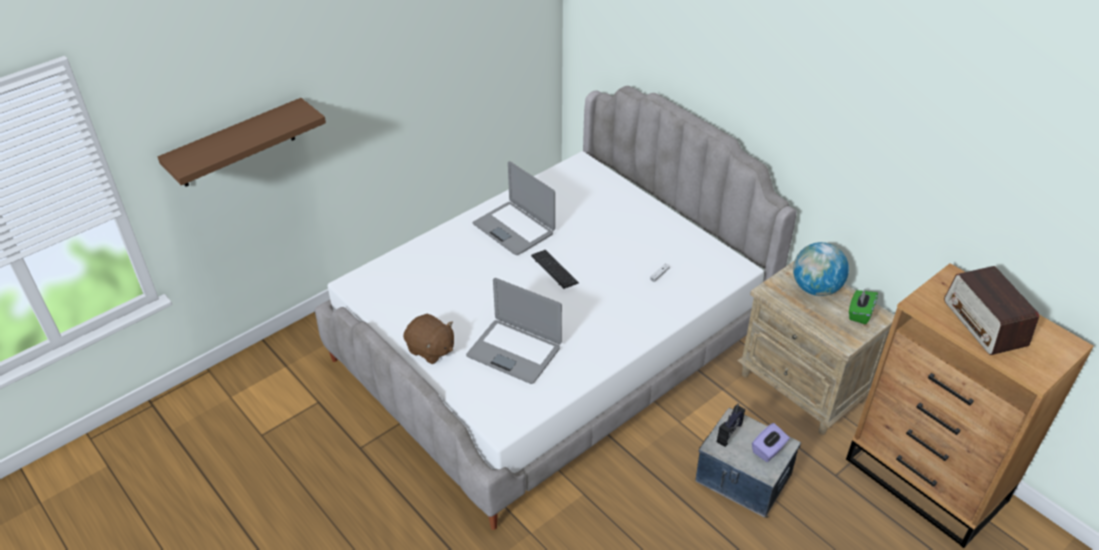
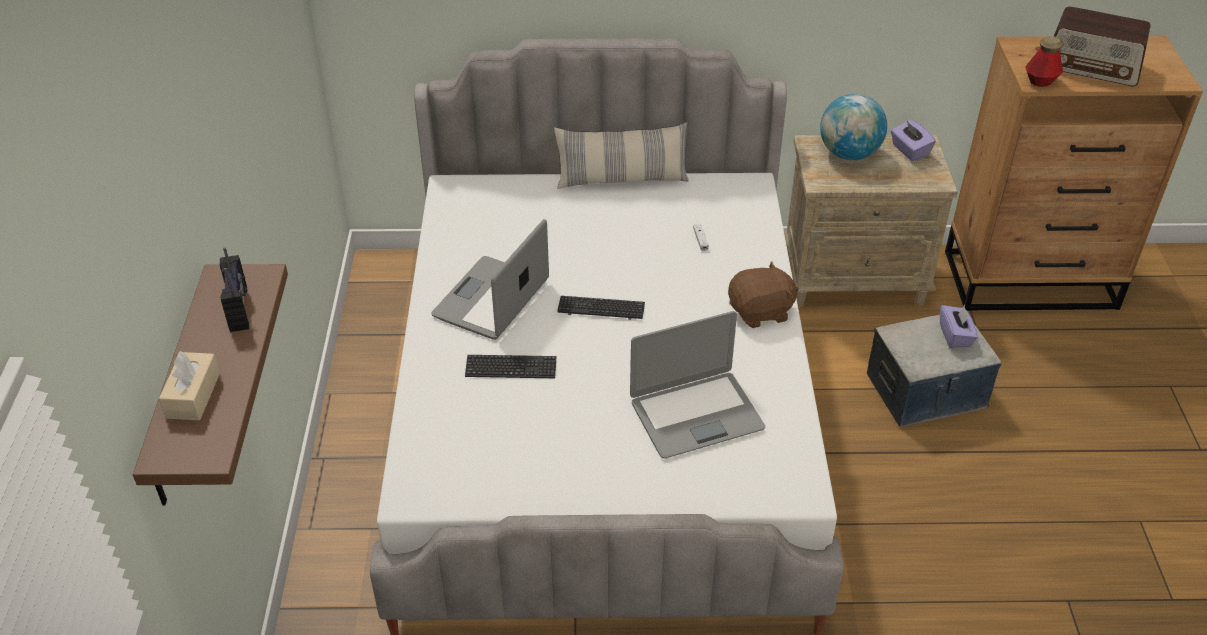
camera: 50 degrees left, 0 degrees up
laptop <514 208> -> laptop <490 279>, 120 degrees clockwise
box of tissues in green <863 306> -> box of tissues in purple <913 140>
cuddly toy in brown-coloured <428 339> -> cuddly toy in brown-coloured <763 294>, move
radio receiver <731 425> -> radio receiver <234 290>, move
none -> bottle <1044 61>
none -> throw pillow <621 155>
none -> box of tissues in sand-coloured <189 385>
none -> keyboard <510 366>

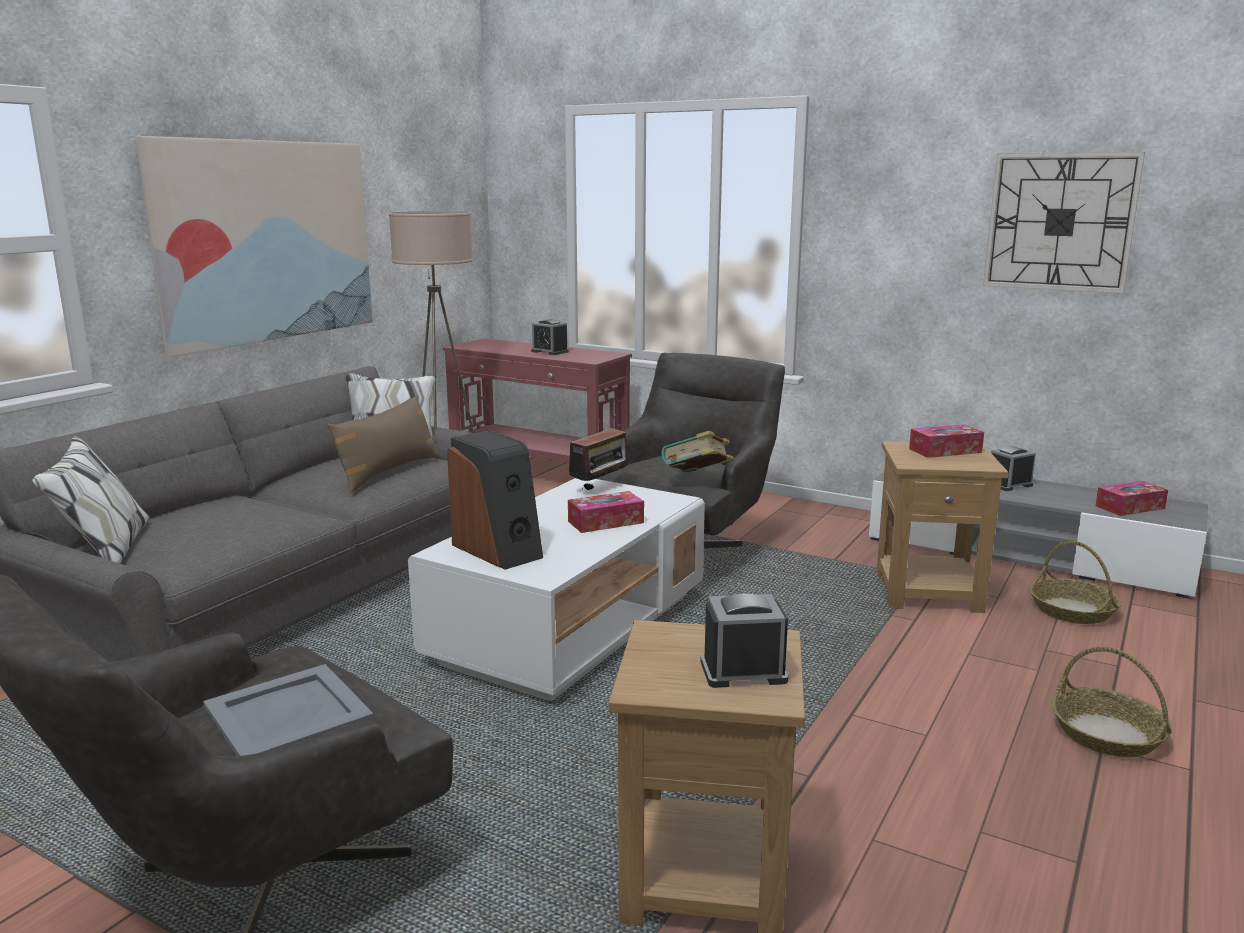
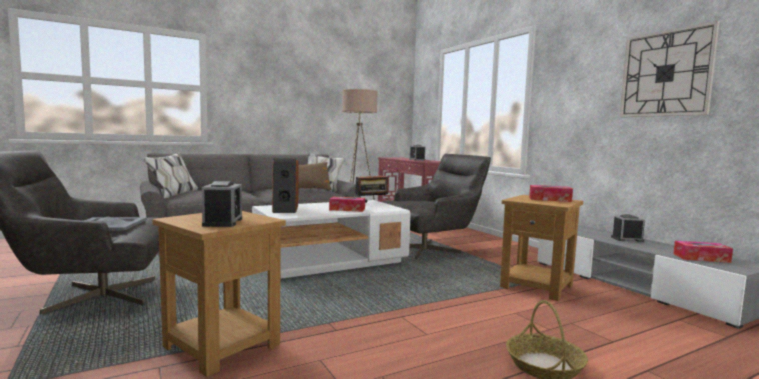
camera: 30 degrees right, 10 degrees down
wall picture <254 246> -> none
bound book <698 451> -> none
basket <1075 582> -> none
bedside clock <744 641> -> bedside clock <222 204>, 60 degrees clockwise

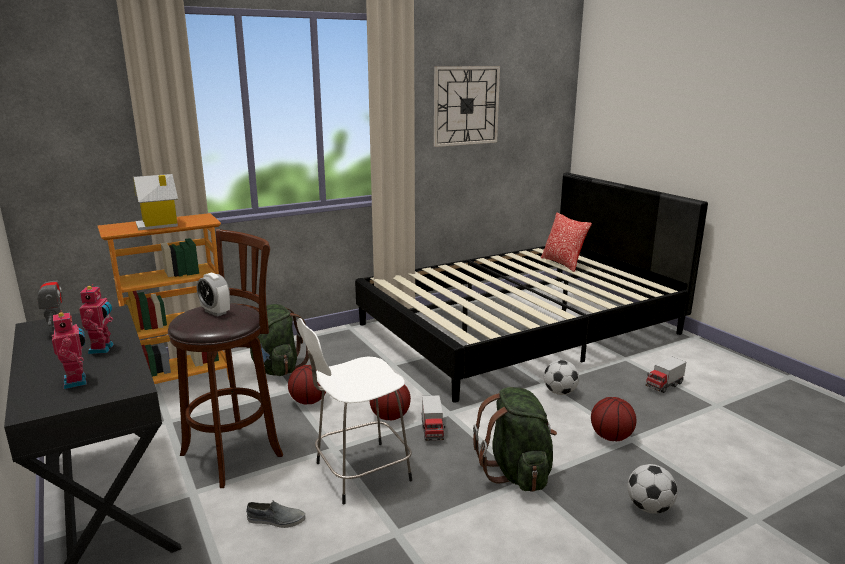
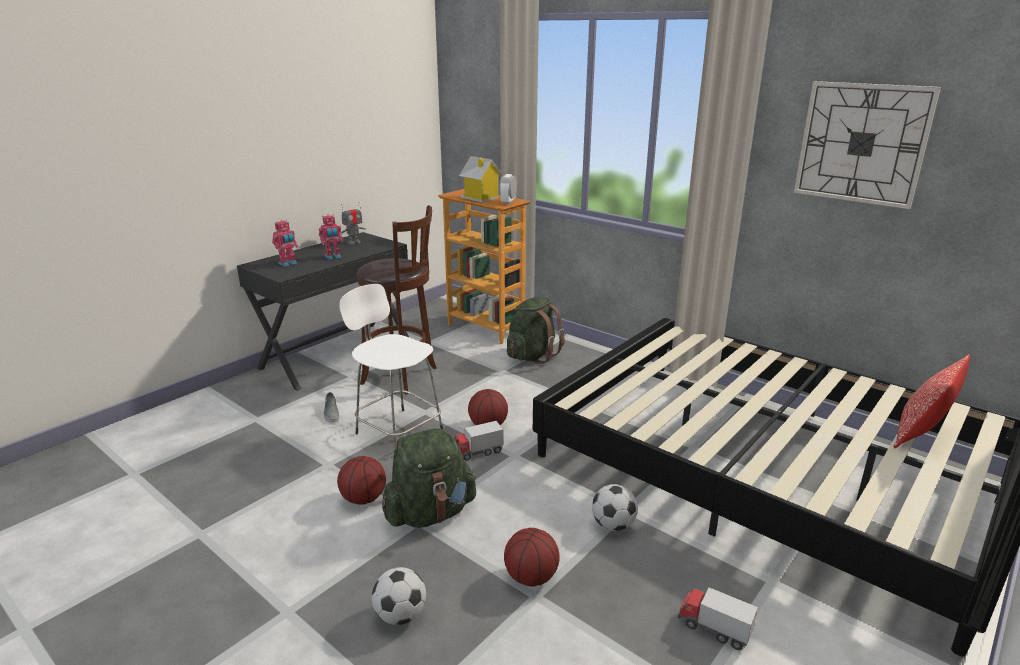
camera: 70 degrees right, 5 degrees up
bedside clock <213 295> -> bedside clock <508 189>, move
basketball ball <307 385> -> basketball ball <361 480>, move

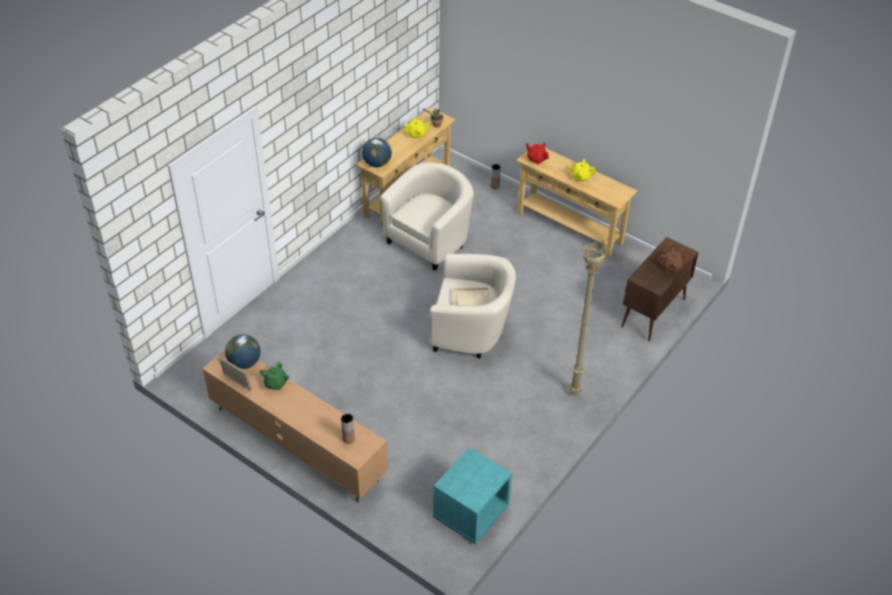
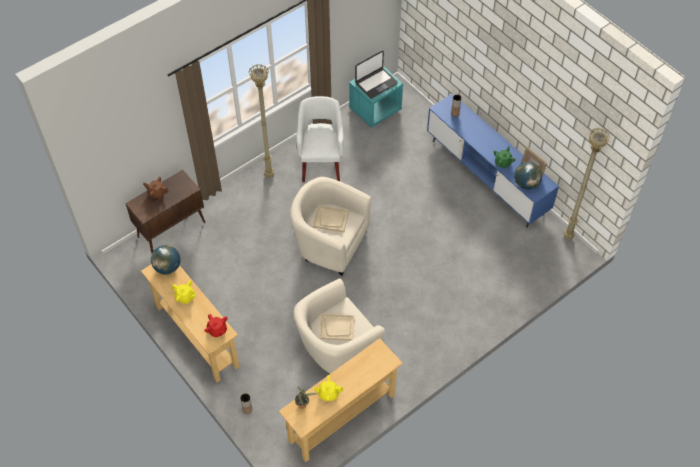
camera: 165 degrees left, 10 degrees up
globe <377 152> -> globe <166 259>, move
tv unit in brown-coloured <295 426> -> tv unit in bluish <493 160>
none -> laptop <376 74>
none -> lounge chair in white-coloured <320 139>
none -> standing lamp in sand-coloured <586 184>
none -> tray in sand-coloured <337 327>

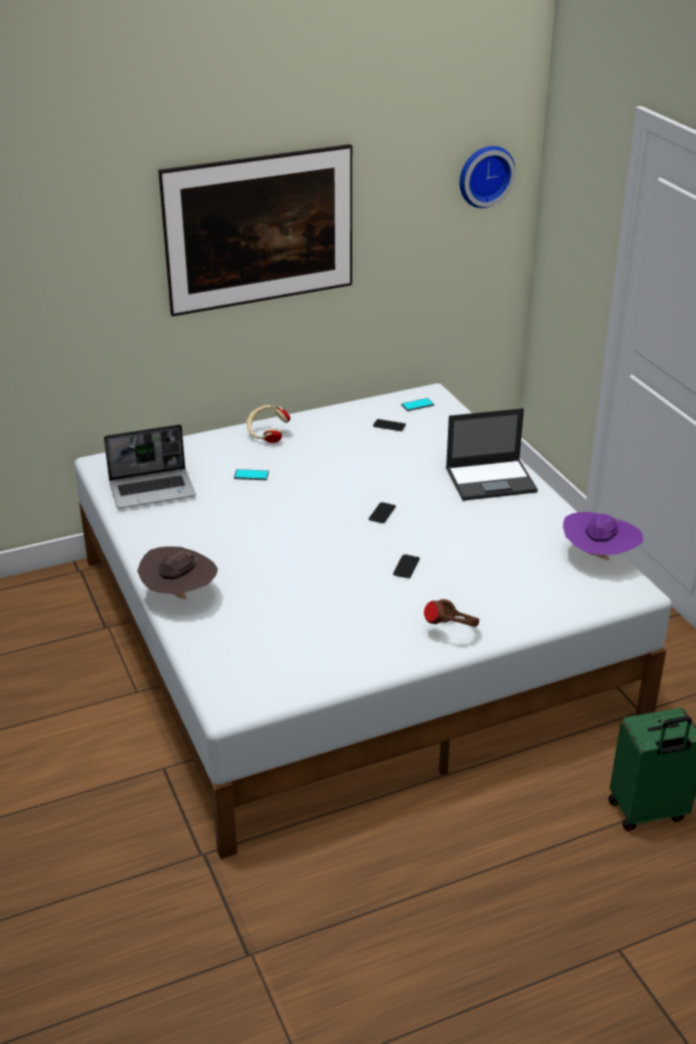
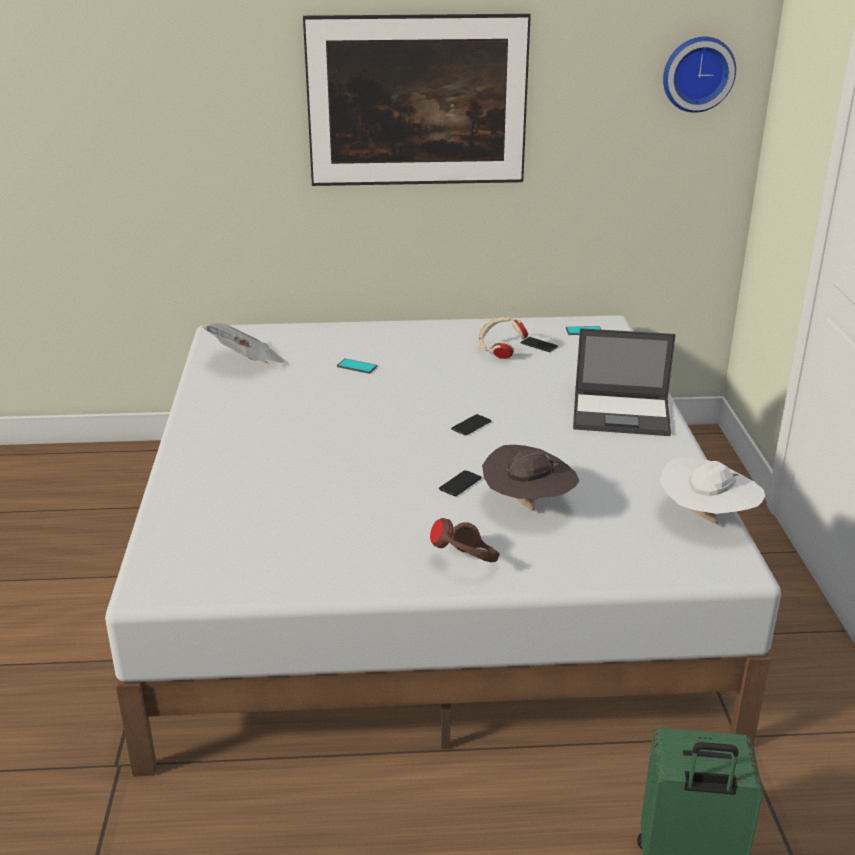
camera: 20 degrees right, 5 degrees down
pair of headphones in sand-coloured <268 424> -> pair of headphones in sand-coloured <503 338>, move
laptop <150 466> -> newspaper <245 343>
hat in purple <603 536> -> hat in white-coloured <712 491>
hat in brown-coloured <177 572> -> hat in brown-coloured <530 478>, move

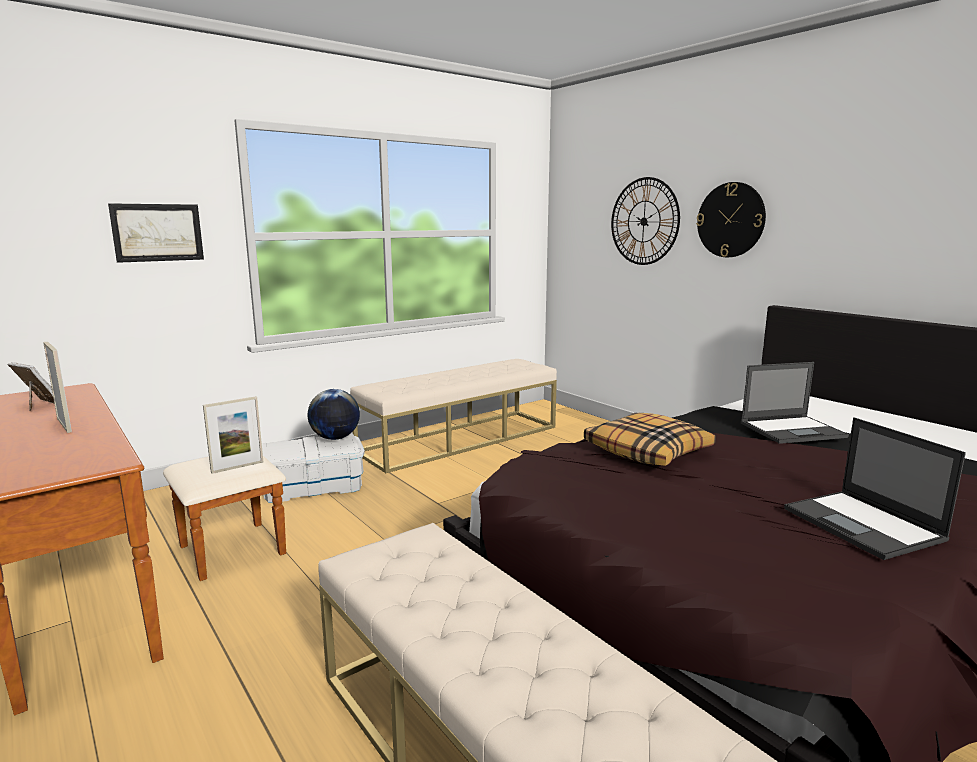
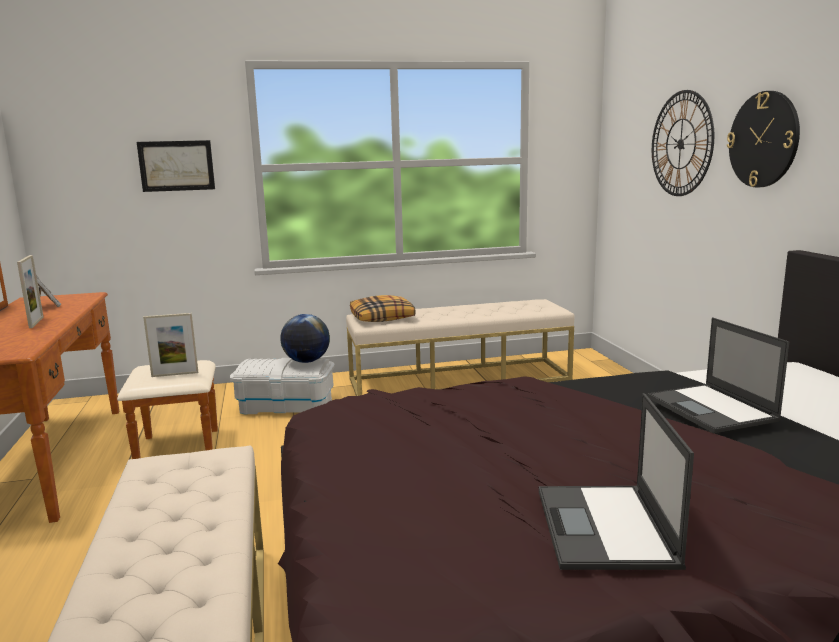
camera: 25 degrees right, 0 degrees up
laptop <795 403> -> laptop <718 375>, 60 degrees clockwise
throw pillow <650 439> -> throw pillow <383 308>, move

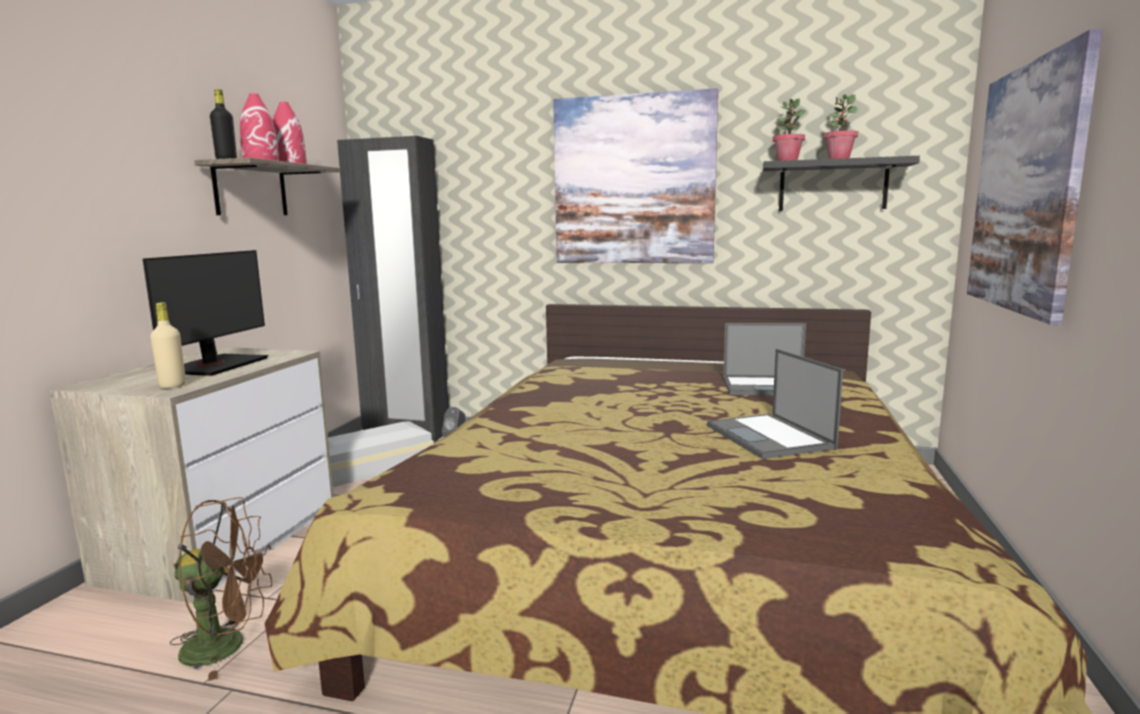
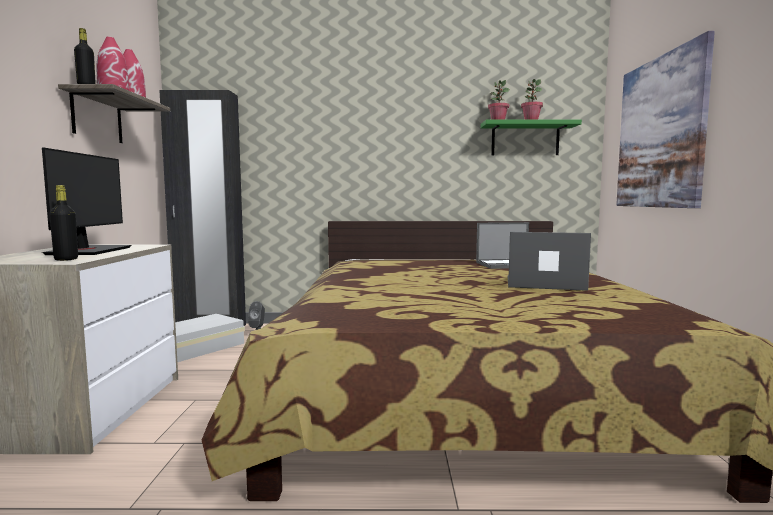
camera: 15 degrees left, 5 degrees down
wall picture <635 175> -> none
bracket shelf in black <841 183> -> bracket shelf in green <531 137>
bottle in sand-coloured <168 345> -> bottle in black <63 223>
laptop <775 404> -> laptop <549 261>, 135 degrees clockwise
fan in brown-coloured <220 589> -> none

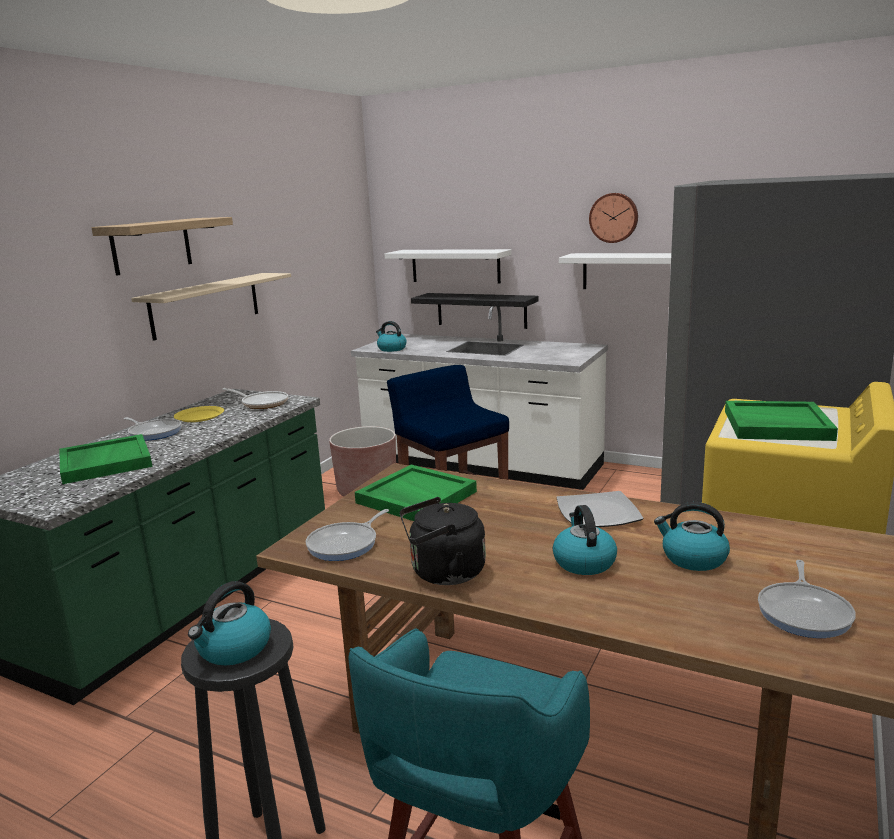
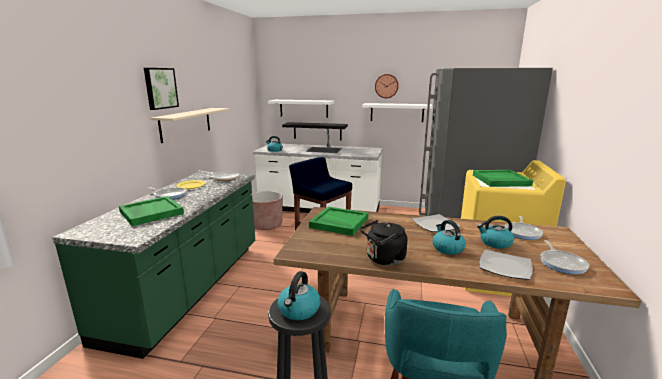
camera: 15 degrees left, 0 degrees up
bracket shelf <162 246> -> wall picture <161 89>
skillet <347 535> -> skillet <523 228>, move
none -> flat dish <506 265>

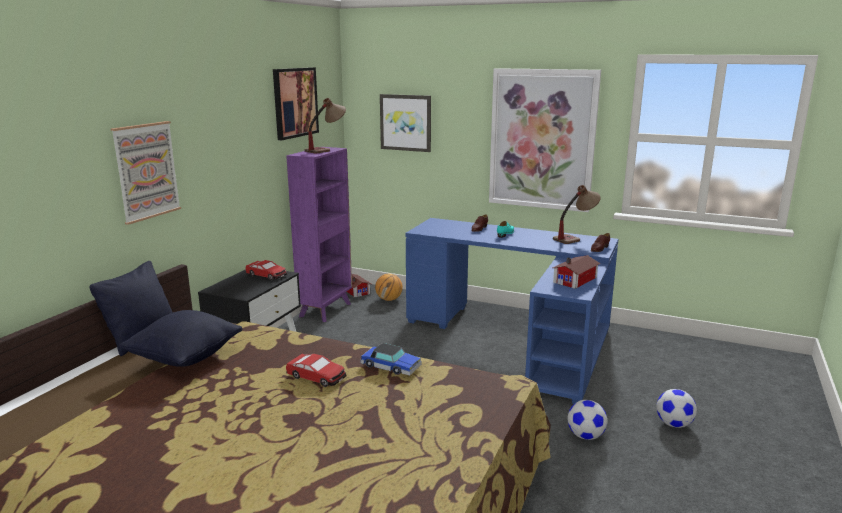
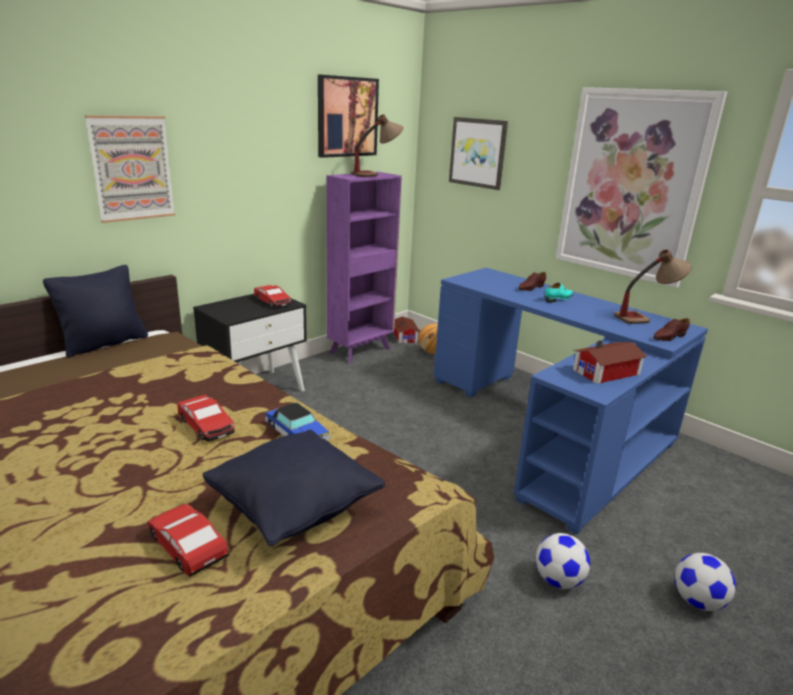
camera: 20 degrees right, 5 degrees up
throw pillow in black <181 338> -> throw pillow in black <294 488>, move
none -> miniature car <188 540>

